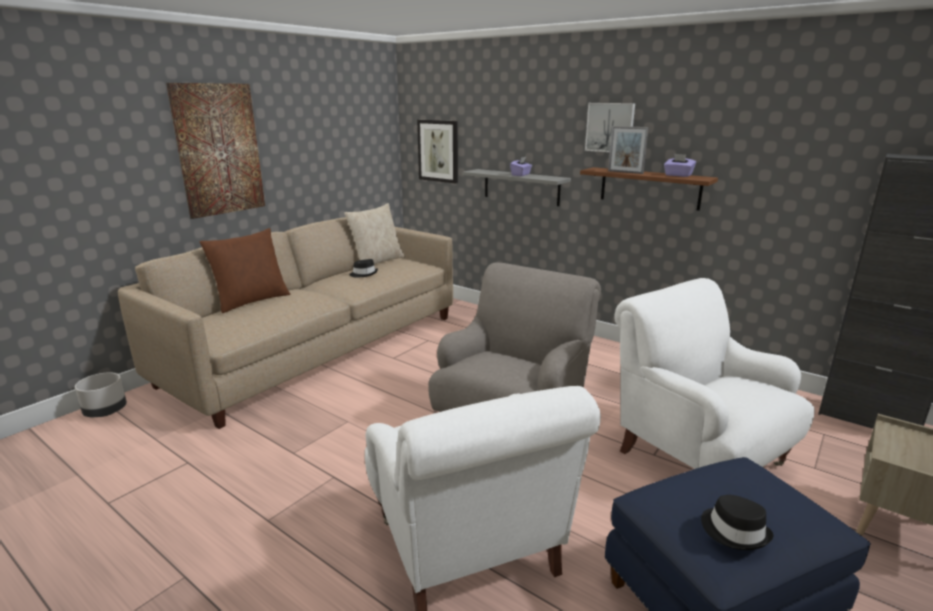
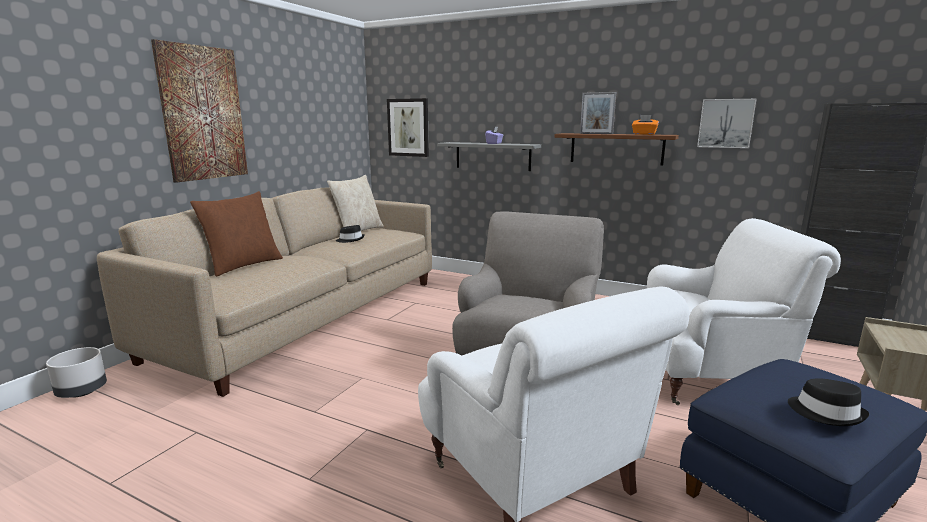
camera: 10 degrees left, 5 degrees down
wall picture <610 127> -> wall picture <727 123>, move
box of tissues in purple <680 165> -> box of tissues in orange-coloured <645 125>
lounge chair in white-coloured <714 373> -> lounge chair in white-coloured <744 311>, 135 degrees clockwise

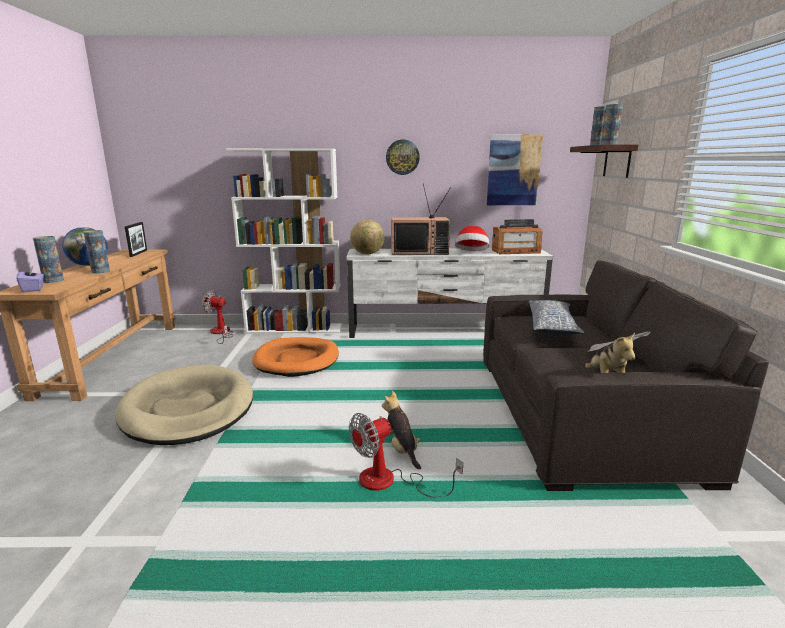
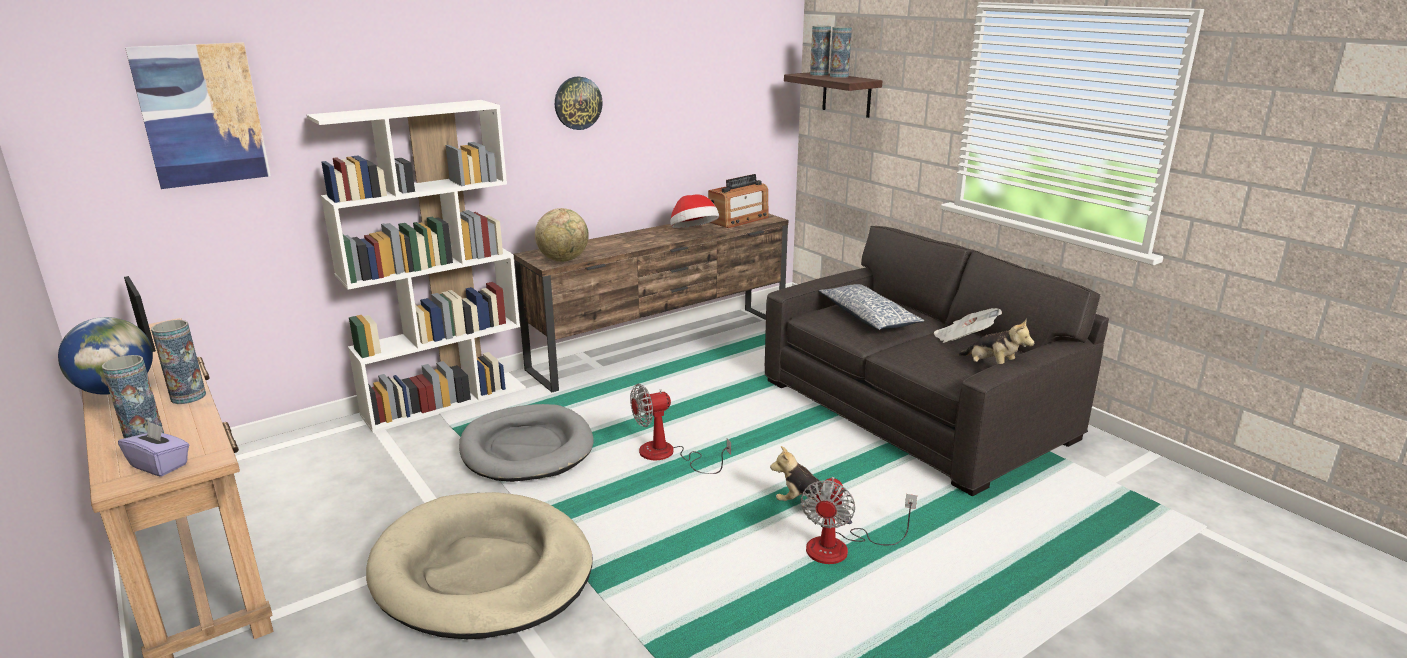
camera: 35 degrees left, 5 degrees up
wall picture <515 169> -> wall picture <198 115>, move
TV set <421 219> -> none
tv unit in white-coloured <449 293> -> tv unit in brown-coloured <650 302>
fan <218 317> -> fan <680 428>, move
dog bed in orange-coloured <295 357> -> dog bed in grey <526 443>

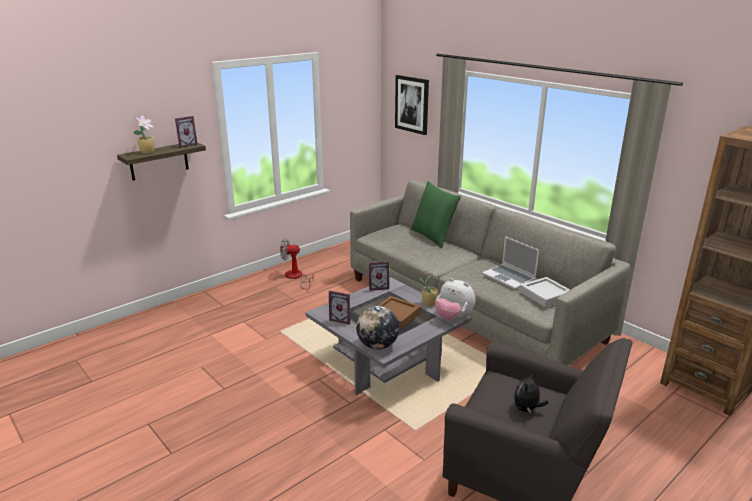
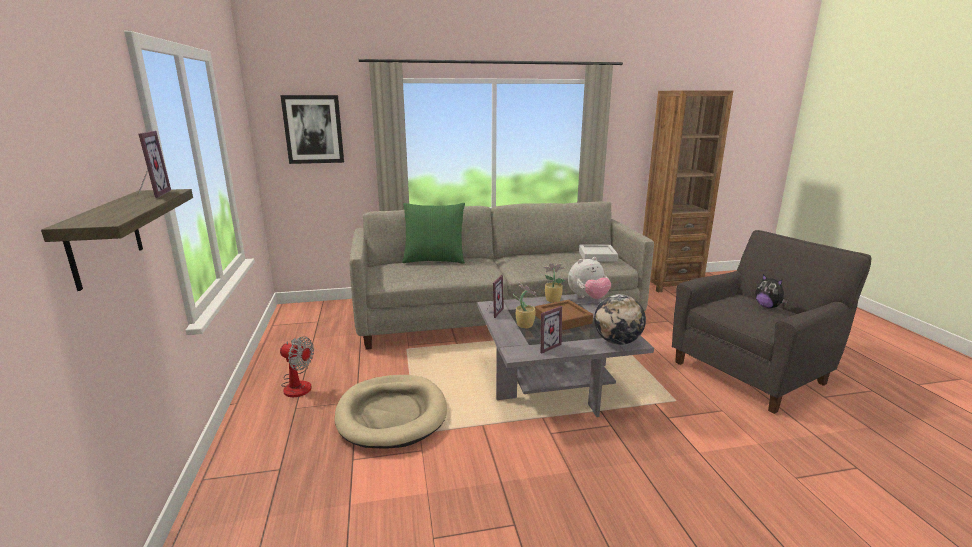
camera: 60 degrees left, 5 degrees down
houseplant <143 134> -> houseplant <525 305>, move
laptop <510 263> -> none
fan <297 264> -> fan <297 366>, 105 degrees counterclockwise
none -> dog bed in sand-coloured <391 412>

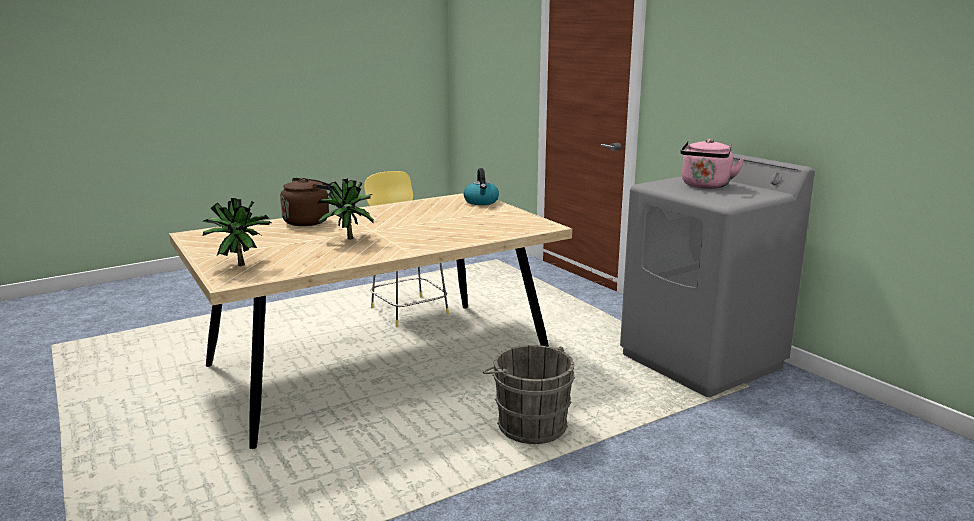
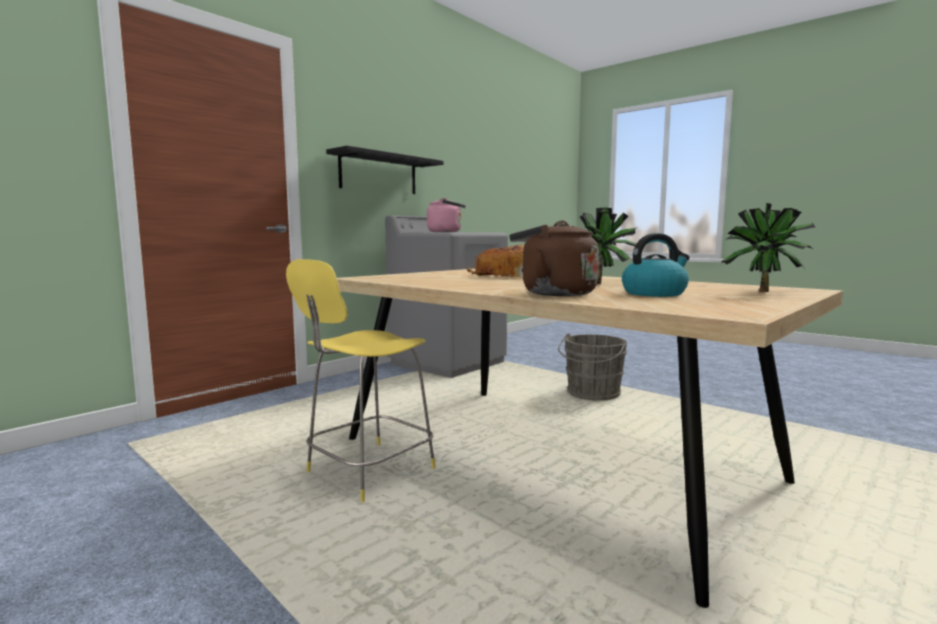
camera: 105 degrees left, 10 degrees down
tea kettle <481 186> -> tea kettle <656 265>, move
none -> bracket shelf in black <385 170>
none -> bakery bread <495 261>

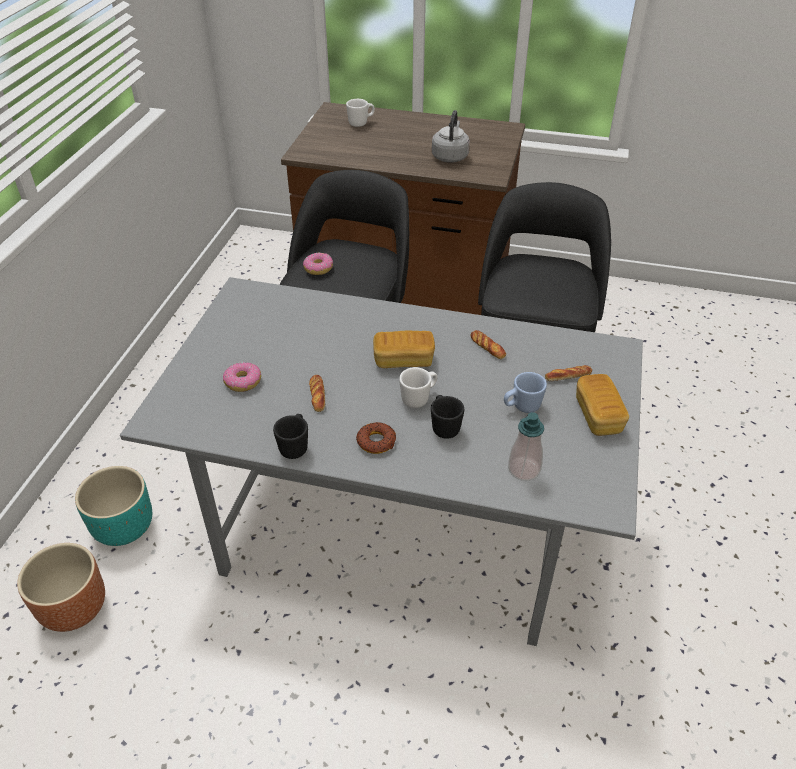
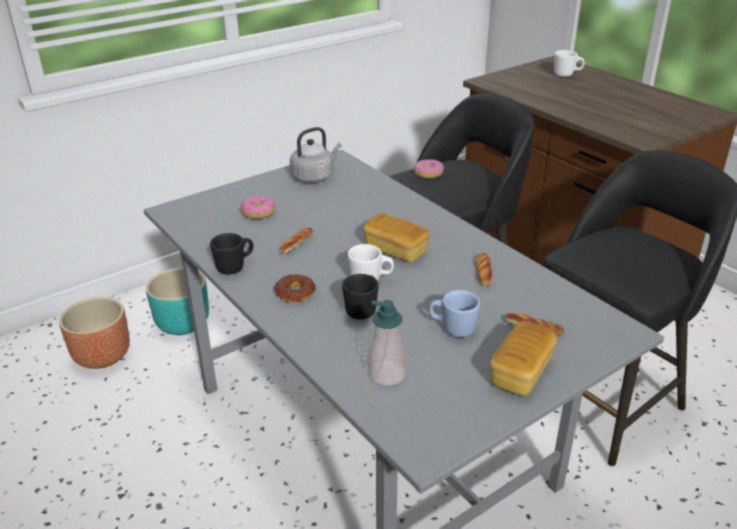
camera: 40 degrees right, 10 degrees down
tea kettle in grey <451 136> -> tea kettle in grey <315 155>, move

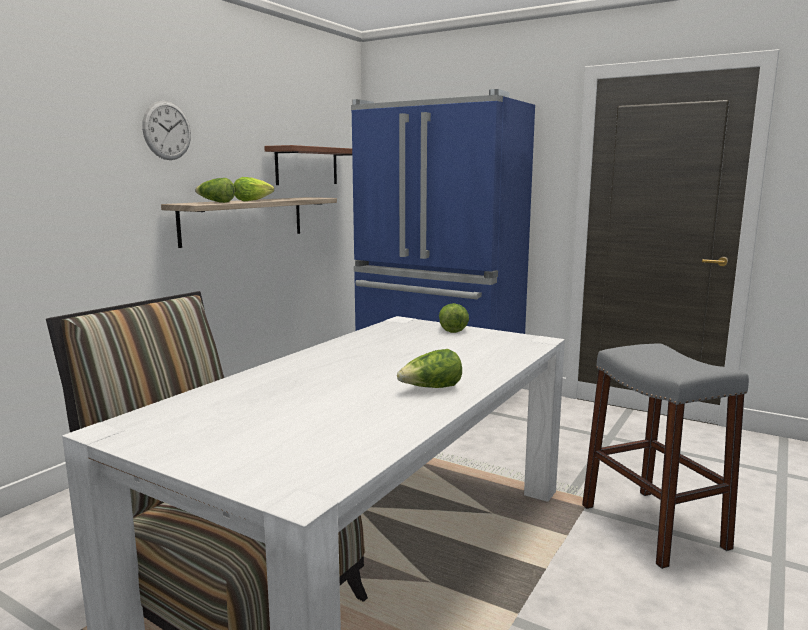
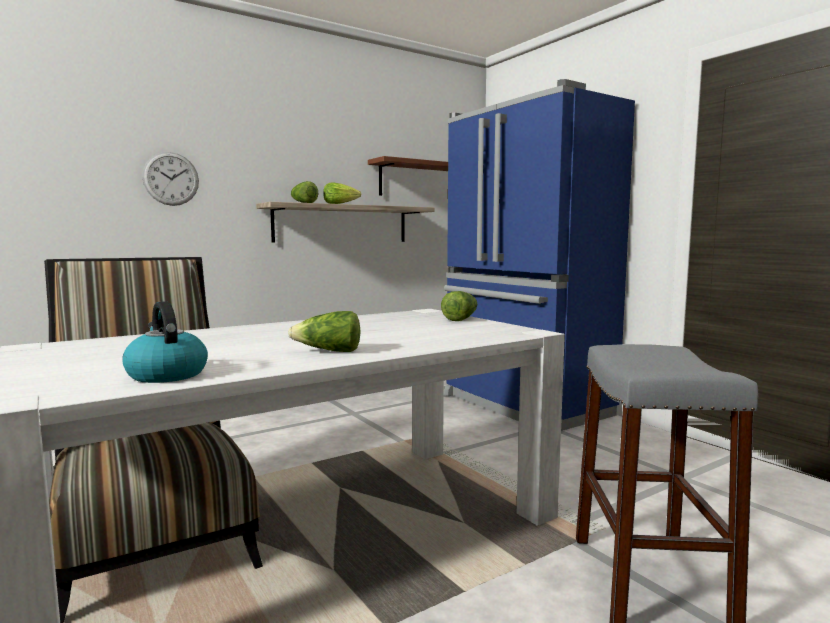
camera: 25 degrees right, 5 degrees down
wall clock <166 130> -> wall clock <170 179>, move
none -> tea kettle <165 342>

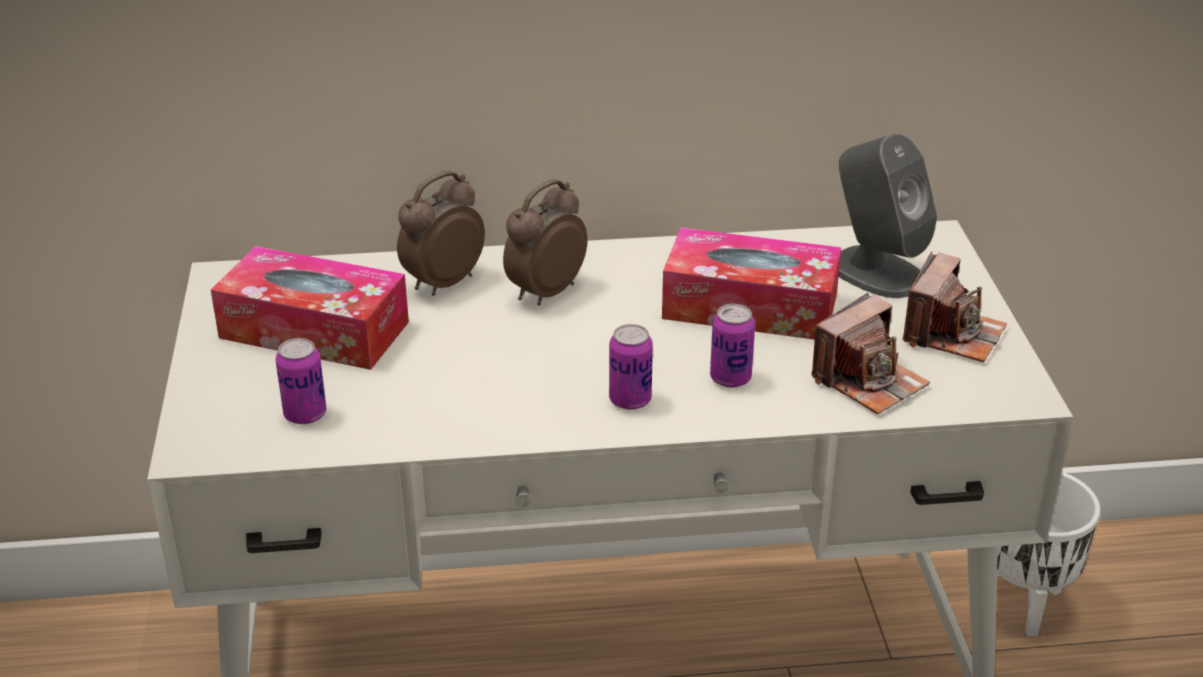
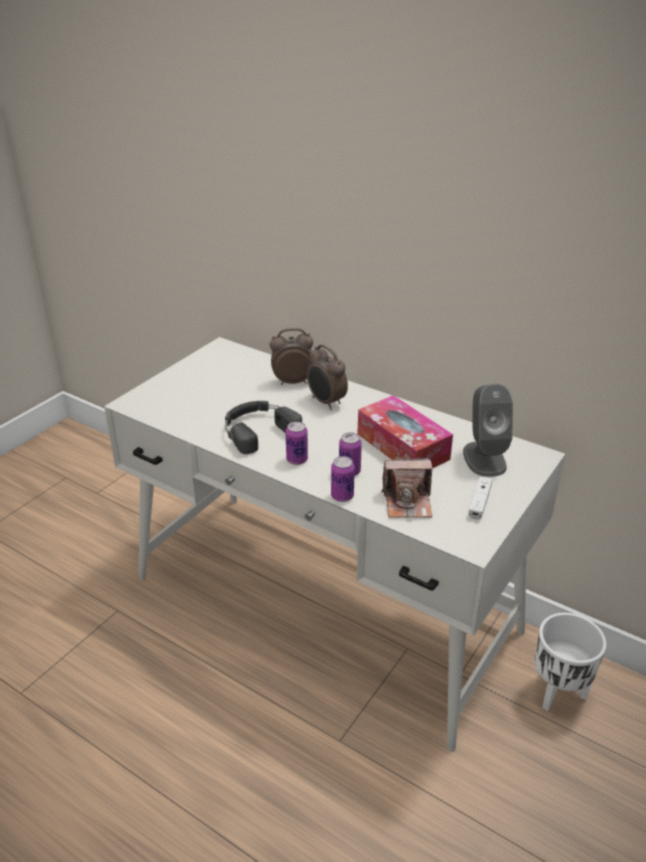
camera: 40 degrees right, 0 degrees up
bedside clock <545 242> -> bedside clock <327 377>, 120 degrees counterclockwise
box of tissues <310 308> -> none
still camera <955 306> -> gamepad in white-coloured <480 497>
metal can <301 381> -> metal can <343 479>, move
none -> pair of headphones in black <263 427>

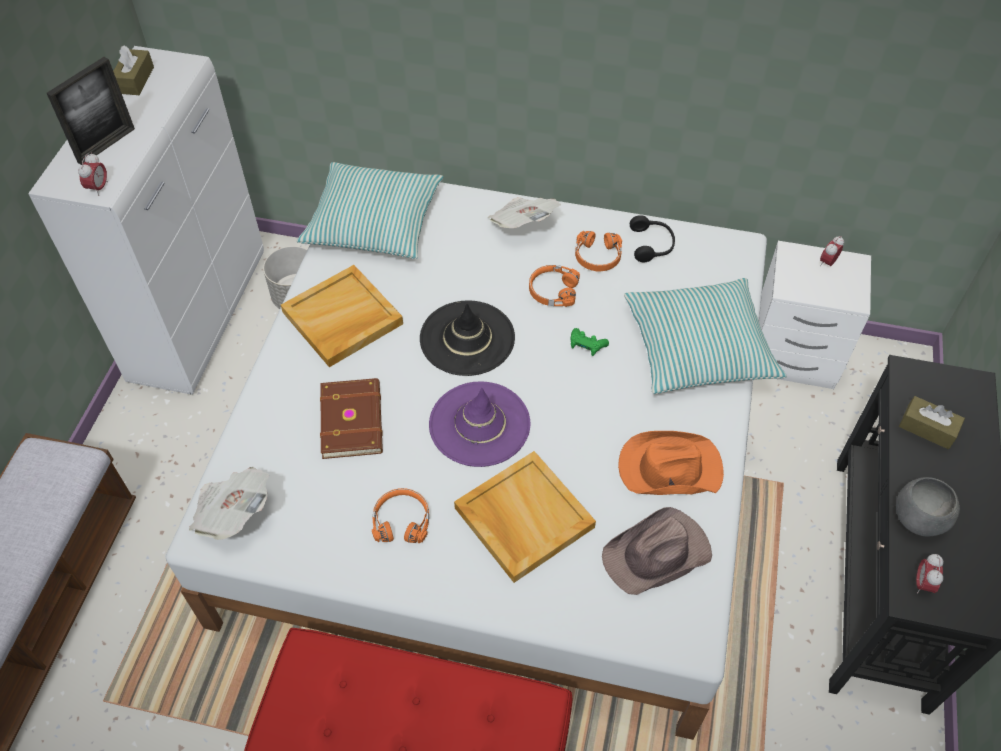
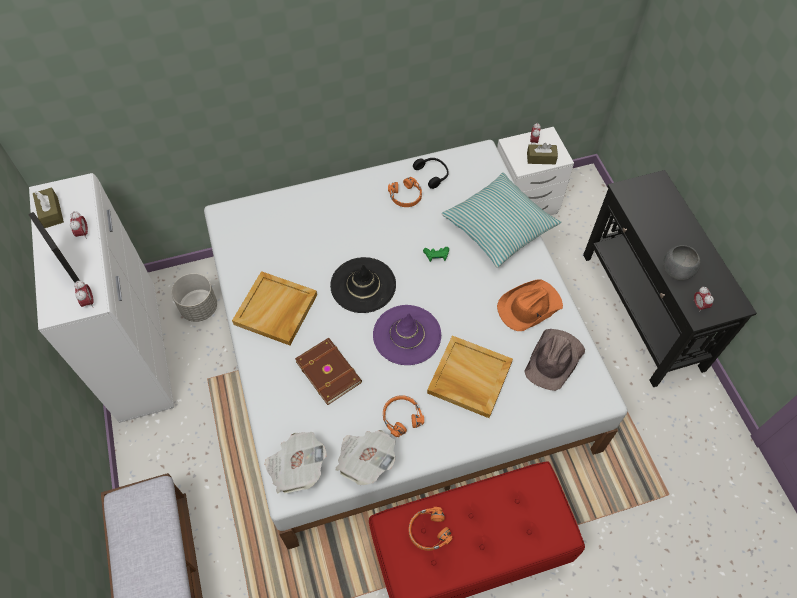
camera: 30 degrees left, 5 degrees up
standing frame <91 111> -> standing frame <54 247>, 45 degrees counterclockwise
throw pillow <370 210> -> none
newspaper <524 212> -> newspaper <366 457>, move
pair of headphones in orange-coloured <554 286> -> pair of headphones in orange-coloured <430 529>, move
box of tissues in brown-coloured <932 422> -> box of tissues in brown-coloured <542 153>, move
none -> bedside clock <79 225>

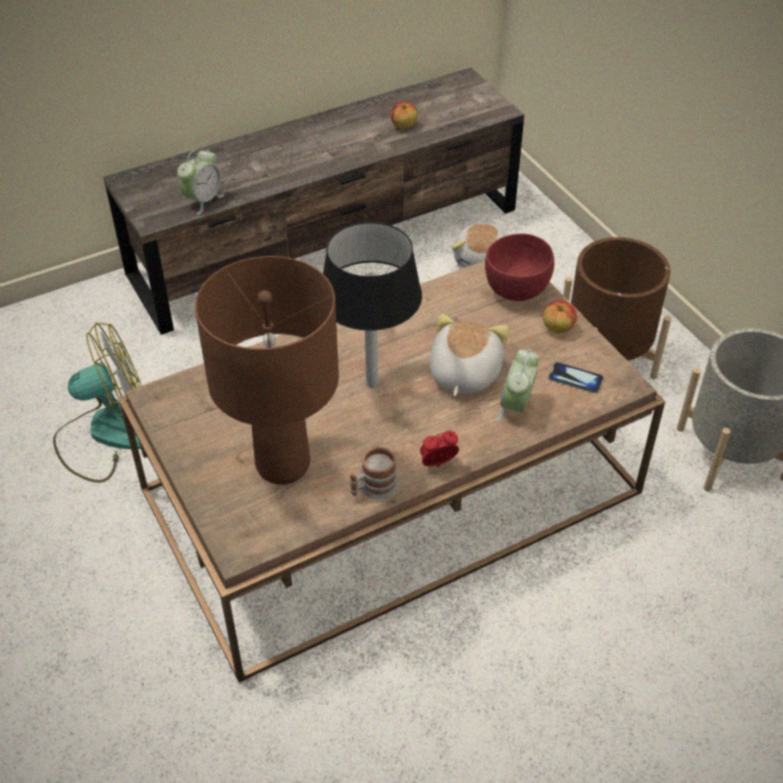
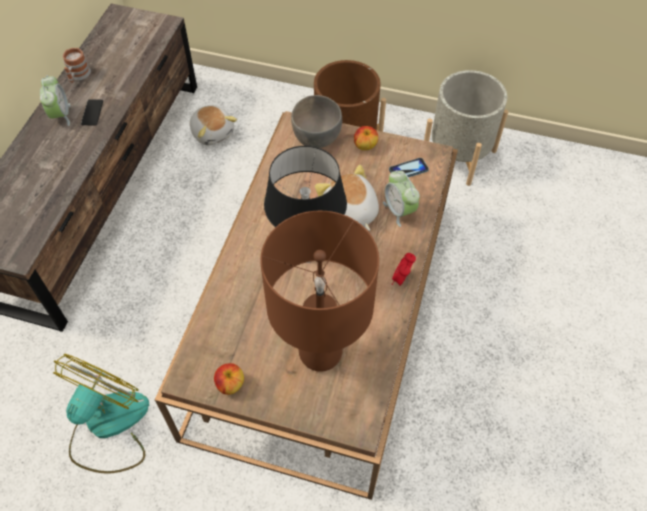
camera: 45 degrees left, 10 degrees up
whole apple <404 115> -> whole apple <229 379>, move
bedside clock <200 182> -> bedside clock <55 100>, move
deep dish in reddish <519 267> -> deep dish in grey <316 121>
mug <374 473> -> mug <77 65>, move
none -> telephone <92 112>

